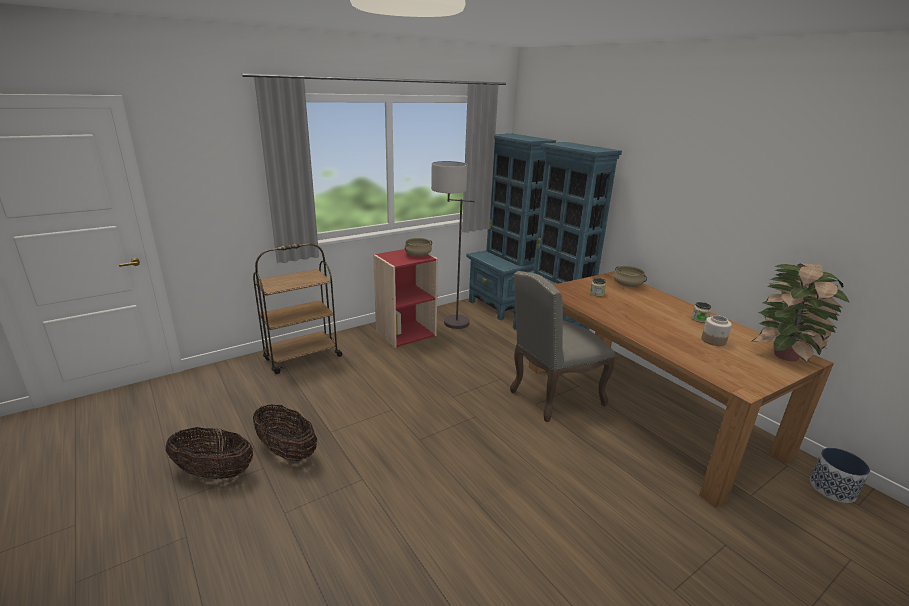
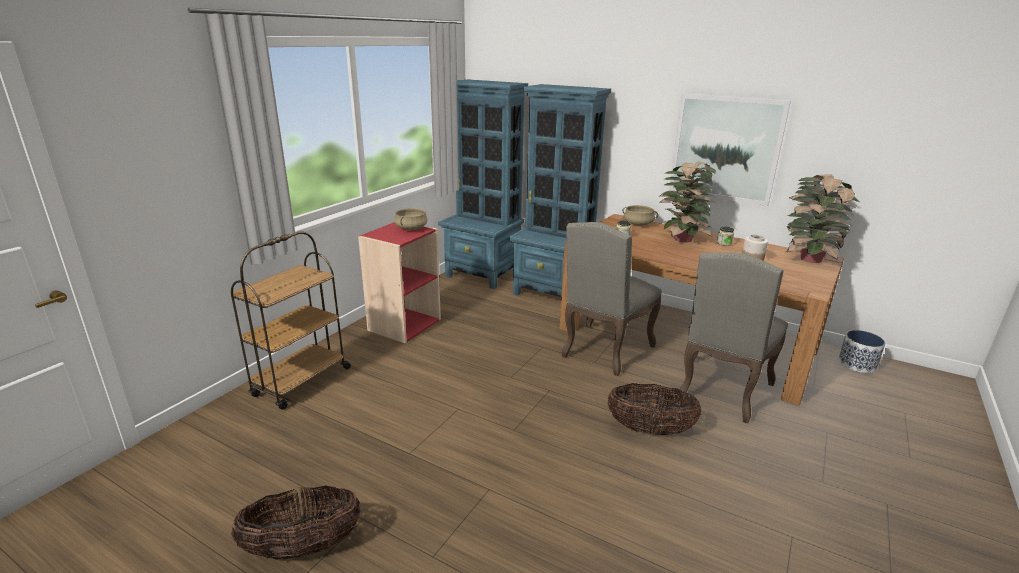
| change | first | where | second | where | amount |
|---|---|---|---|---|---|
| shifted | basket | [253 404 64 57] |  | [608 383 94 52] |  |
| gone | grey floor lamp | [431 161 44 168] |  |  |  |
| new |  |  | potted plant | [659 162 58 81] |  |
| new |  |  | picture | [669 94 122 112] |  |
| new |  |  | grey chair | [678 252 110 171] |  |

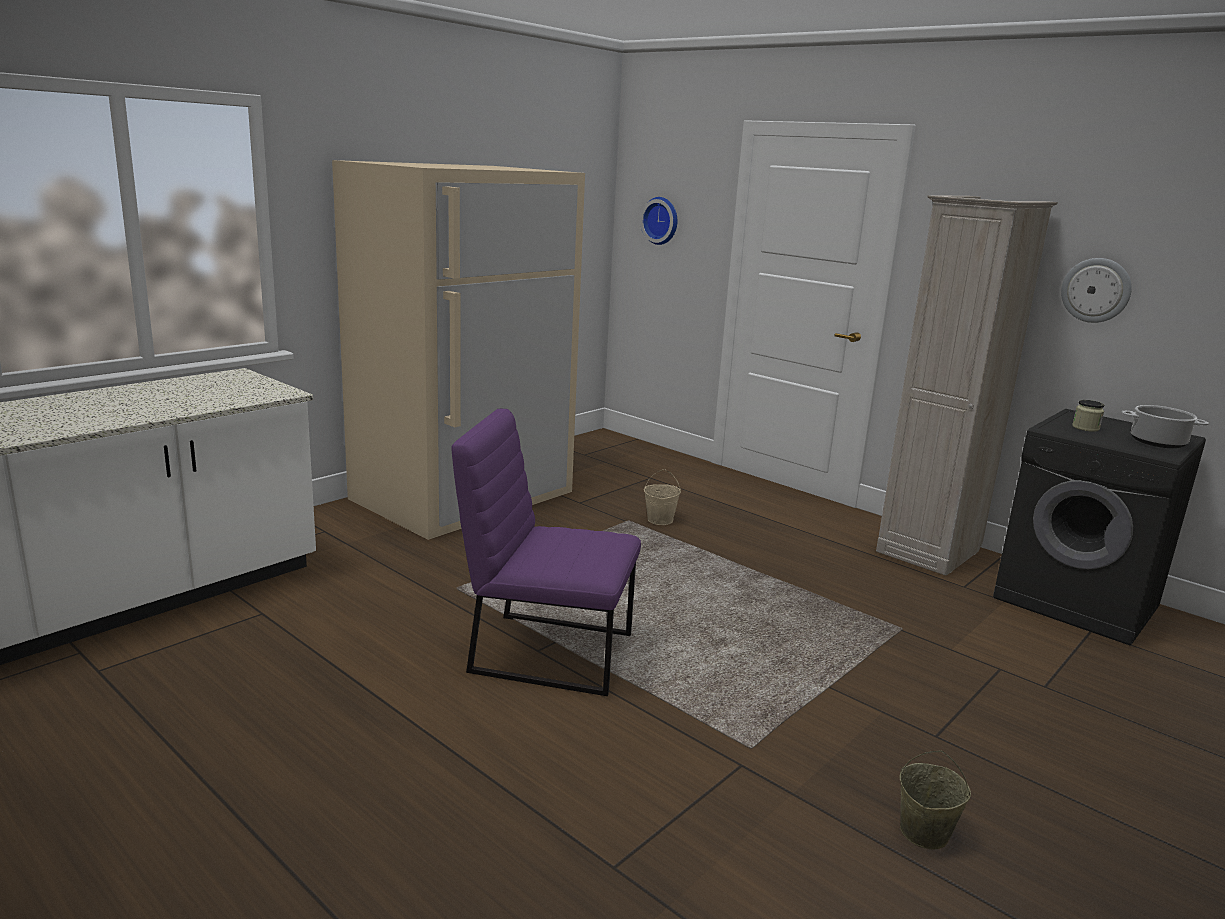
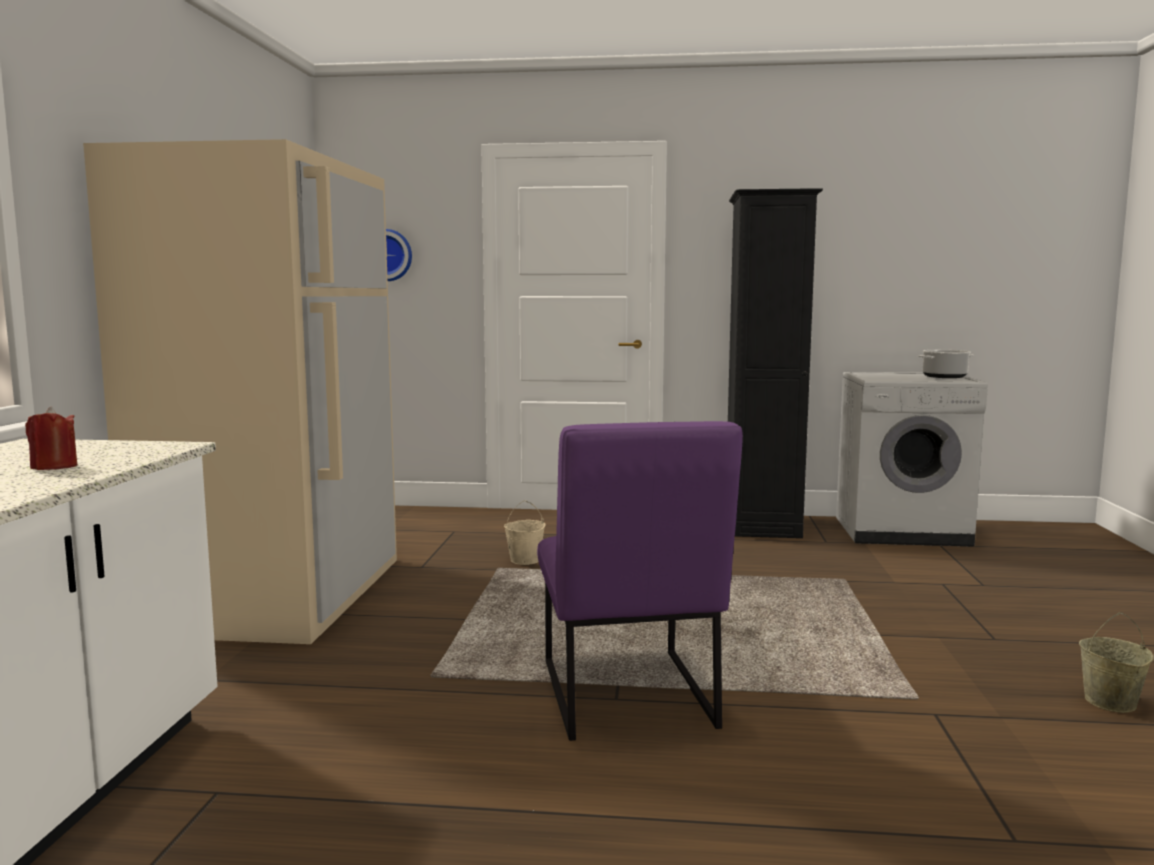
| change | first | where | second | where | amount |
|---|---|---|---|---|---|
| rotated | purple chair | [451 409 190 287] |  | [537 421 206 320] | 75 degrees counterclockwise |
| repainted | beige cabinet | [876 195 182 381] | black cabinet | [728 188 95 350] |  |
| repainted | black washing machine | [993 409 213 237] | white washing machine | [836 372 152 175] |  |
| gone | wall clock | [1061 258 71 65] |  |  |  |
| gone | jar | [1072 400 32 32] |  |  |  |
| new |  |  | red candle | [25 406 53 64] |  |

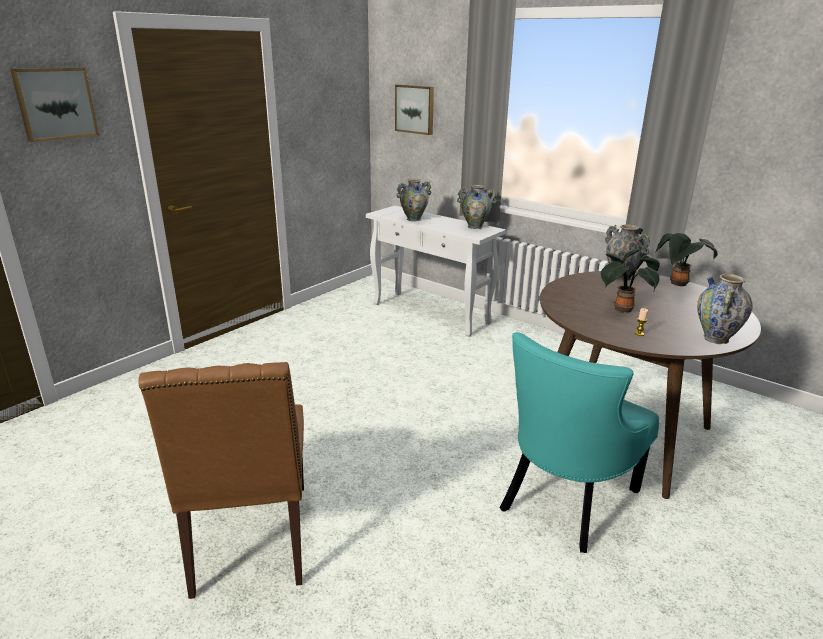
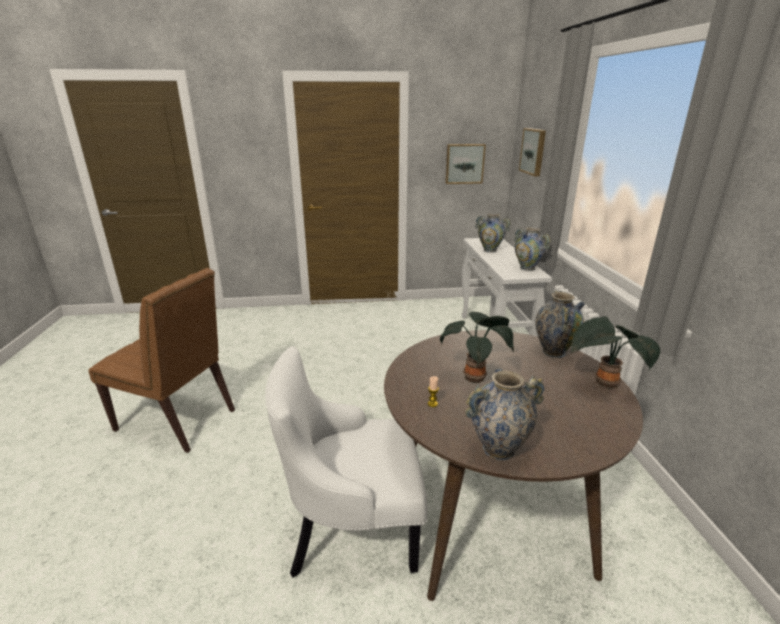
| change | first | where | second | where | amount |
|---|---|---|---|---|---|
| shifted | picture | [10 67 89 75] |  | [445 144 41 40] |  |
| rotated | brown chair | [138 362 166 237] |  | [88 268 147 185] | 105 degrees counterclockwise |
| repainted | turquoise chair | [500 332 159 221] | white chair | [265 346 163 232] |  |

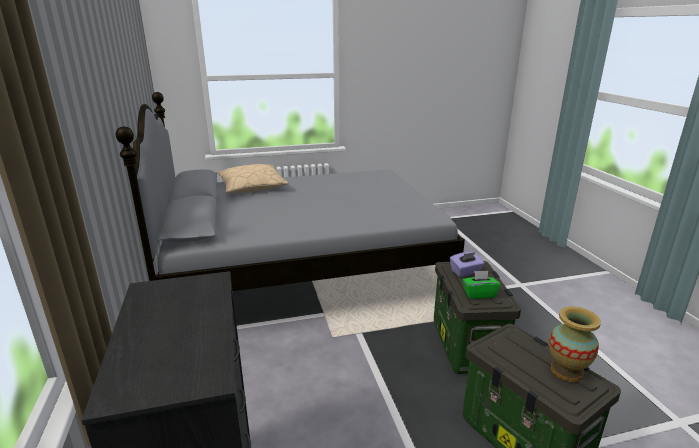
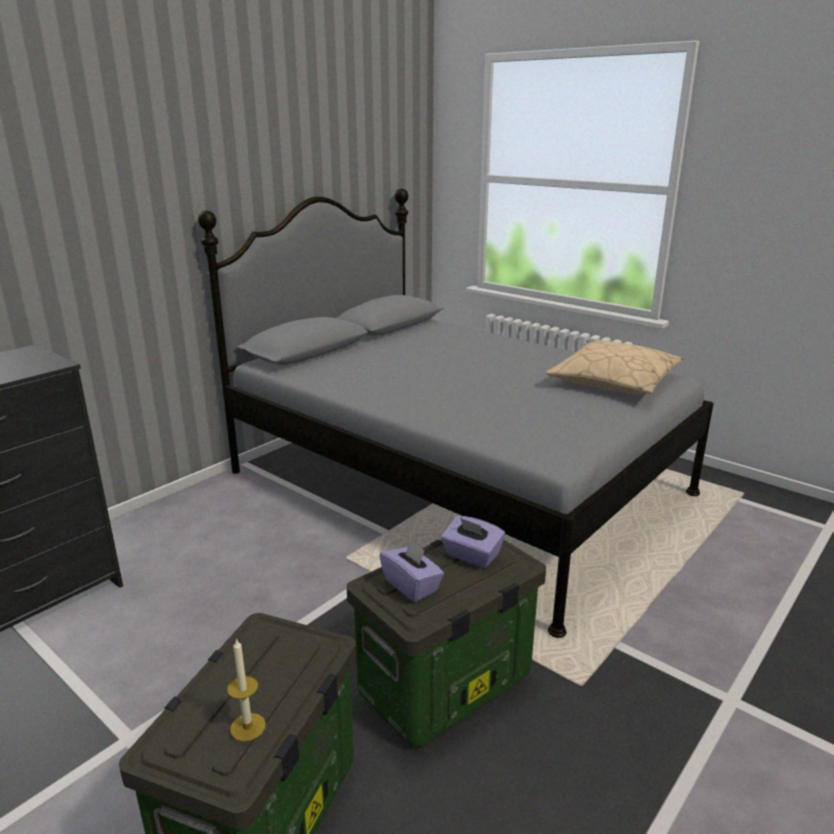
| change | first | where | second | where | amount |
|---|---|---|---|---|---|
| shifted | beige pillow | [217 164 71 29] |  | [546 341 137 53] |  |
| repainted | green tissue box | [462 271 39 28] | purple tissue box | [380 539 64 63] |  |
| swapped | vase | [549 306 52 76] | candle | [227 638 39 104] |  |

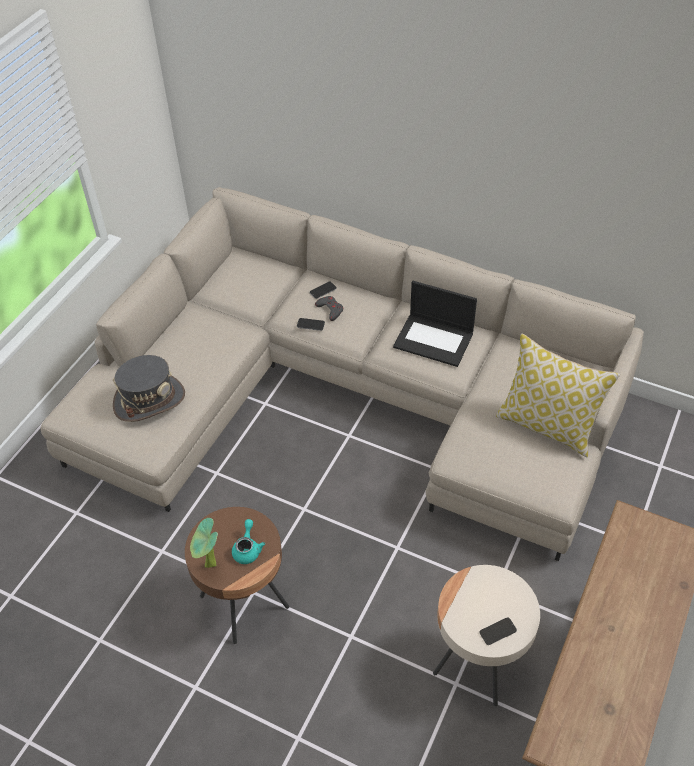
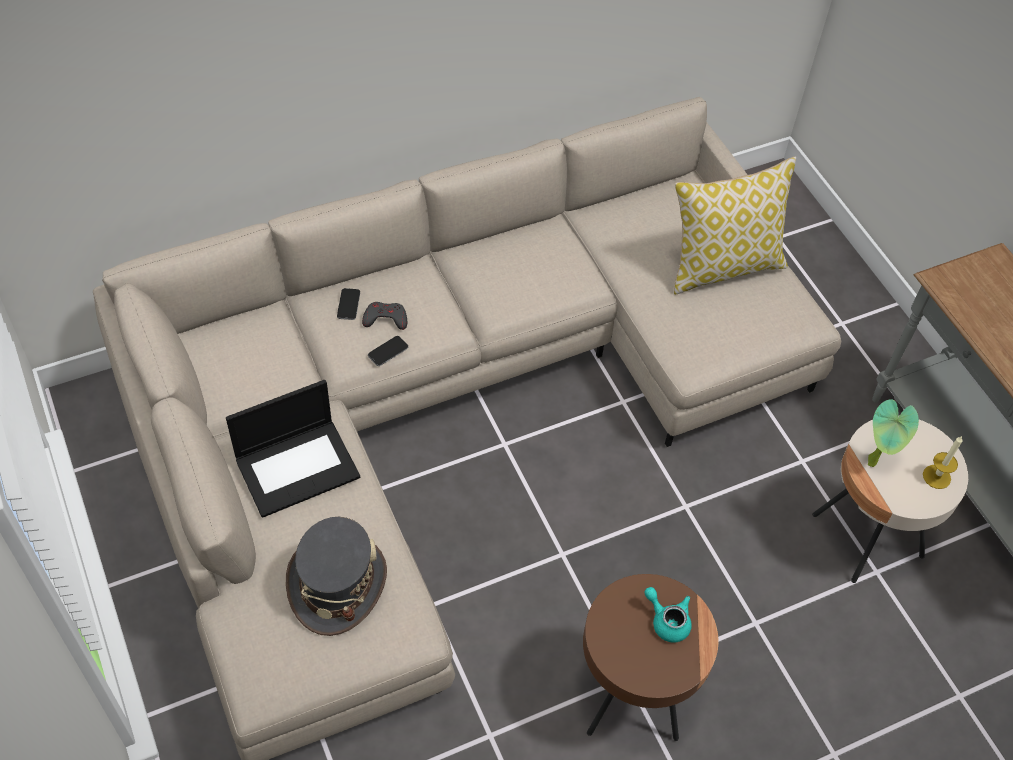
| change | first | where | second | where | amount |
|---|---|---|---|---|---|
| shifted | potted plant | [190 518 28 50] |  | [868 399 51 68] |  |
| shifted | laptop | [393 281 84 86] |  | [226 380 134 138] |  |
| swapped | phone | [479 617 38 28] | candle | [923 436 40 53] |  |

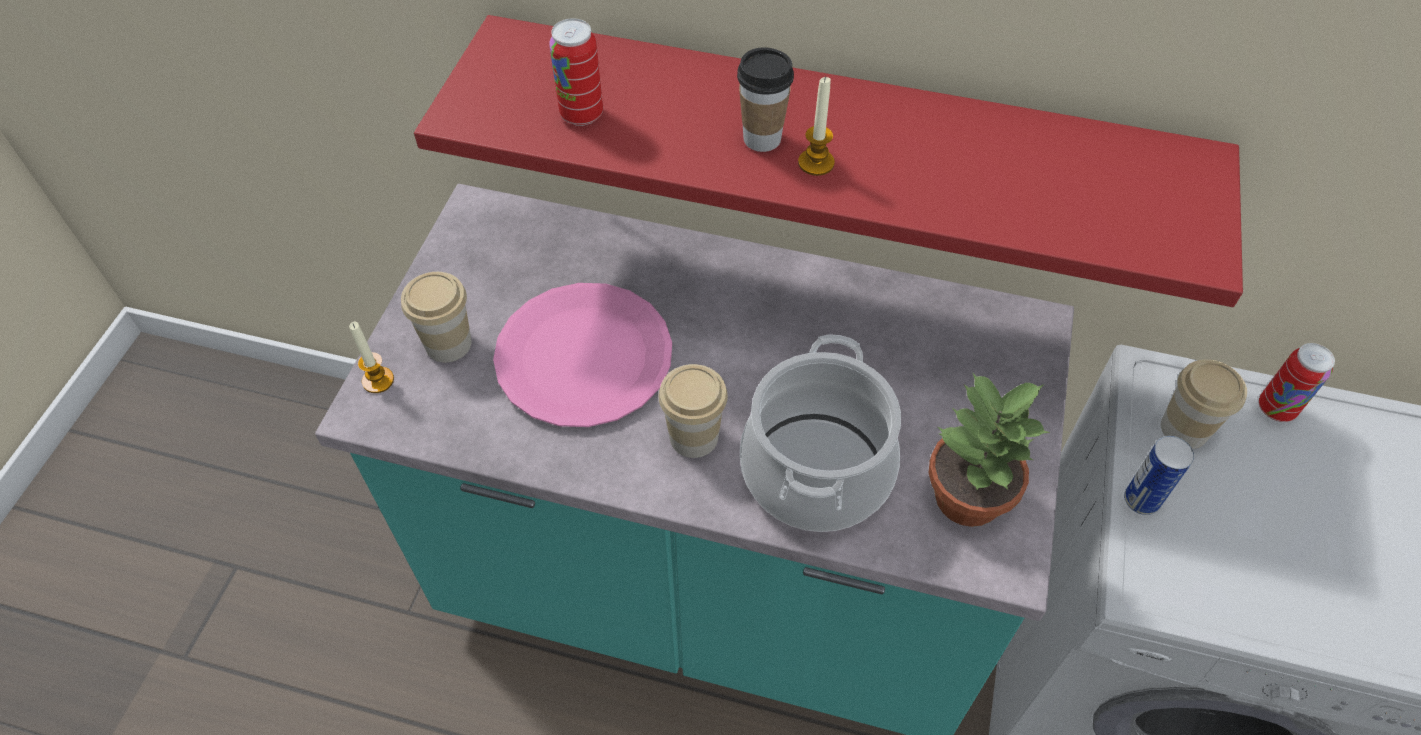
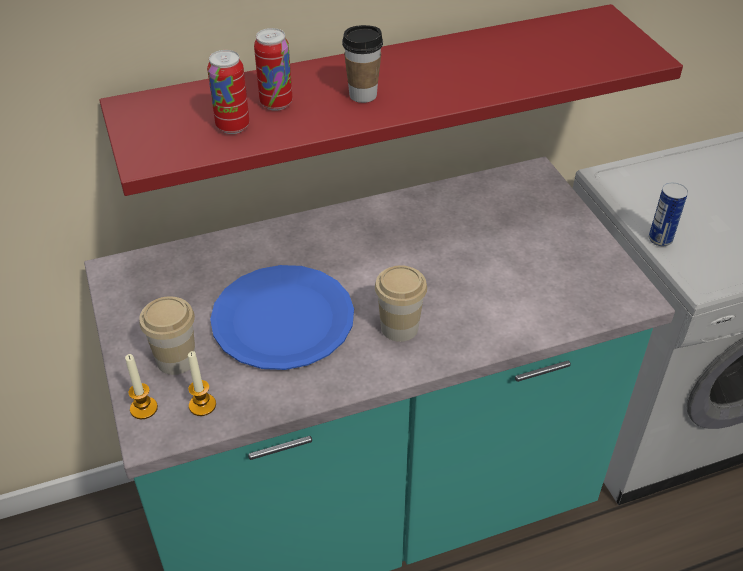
| change | first | where | second | where | amount |
|---|---|---|---|---|---|
| repainted | pink plate | [493 283 179 144] | blue plate | [210 265 144 105] |  |
| gone | cooking pot | [740 334 161 198] |  |  |  |
| shifted | candle | [798 76 37 100] |  | [188 351 28 65] |  |
| gone | potted plant | [929 373 121 154] |  |  |  |
| gone | cup | [1161 359 86 90] |  |  |  |
| shifted | can | [1259 343 76 79] |  | [254 28 39 83] |  |

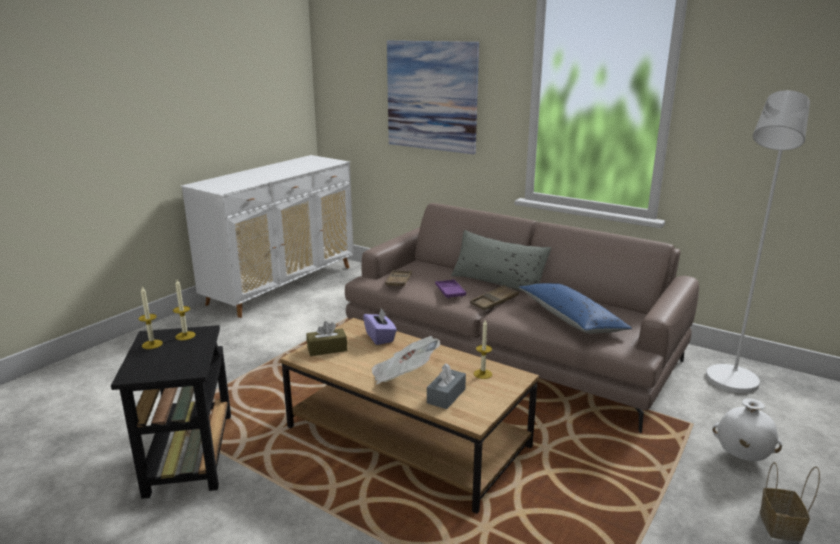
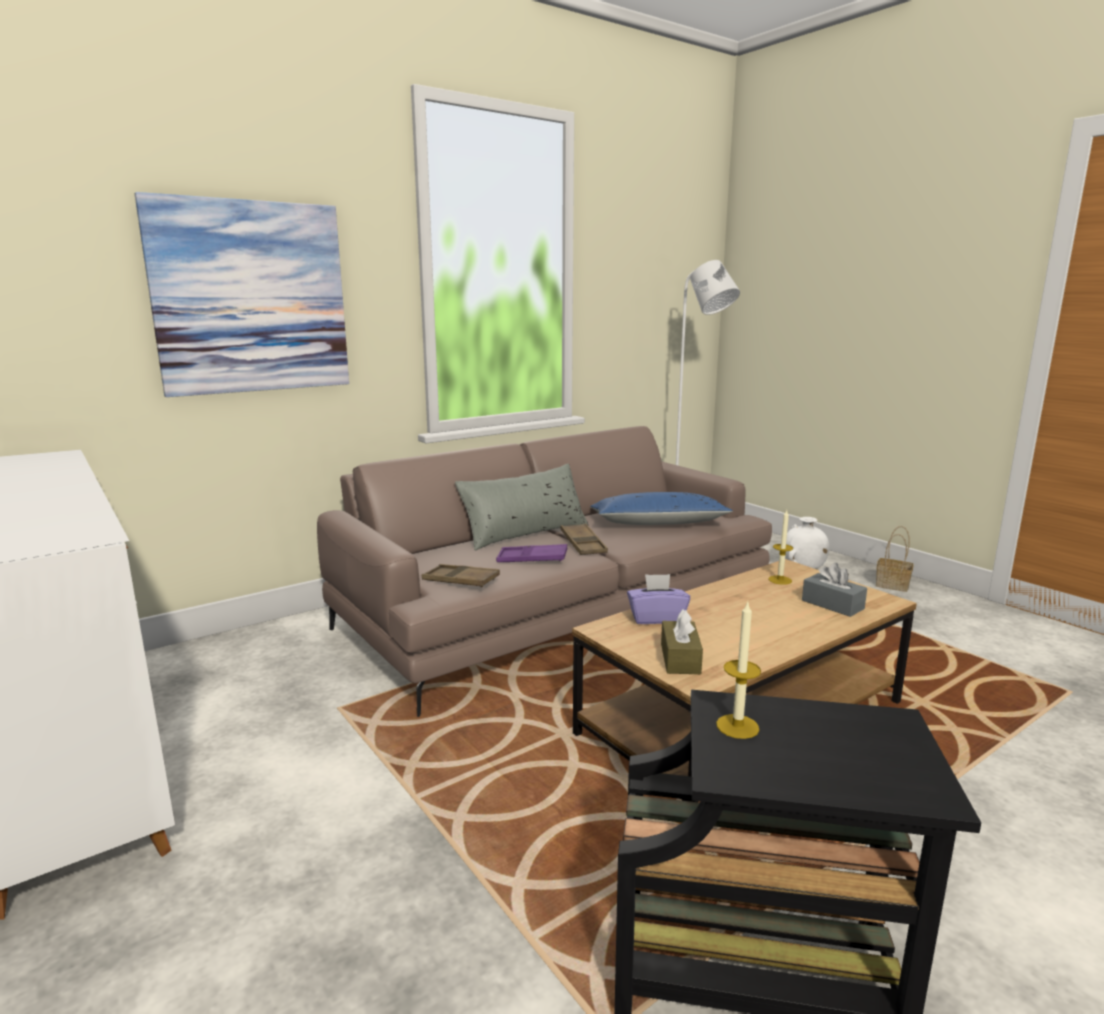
| change | first | where | second | where | amount |
|---|---|---|---|---|---|
| gone | candle | [139 287 24 62] |  |  |  |
| gone | newspaper | [372 336 68 48] |  |  |  |

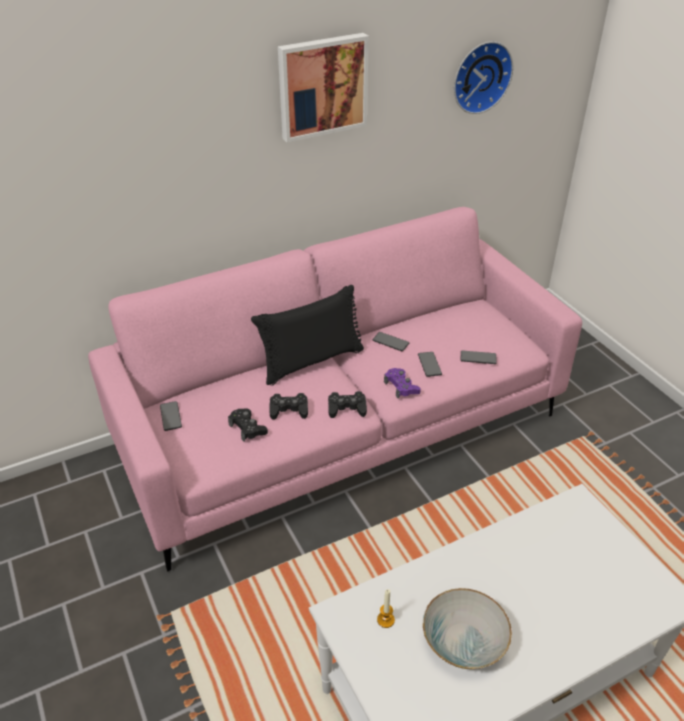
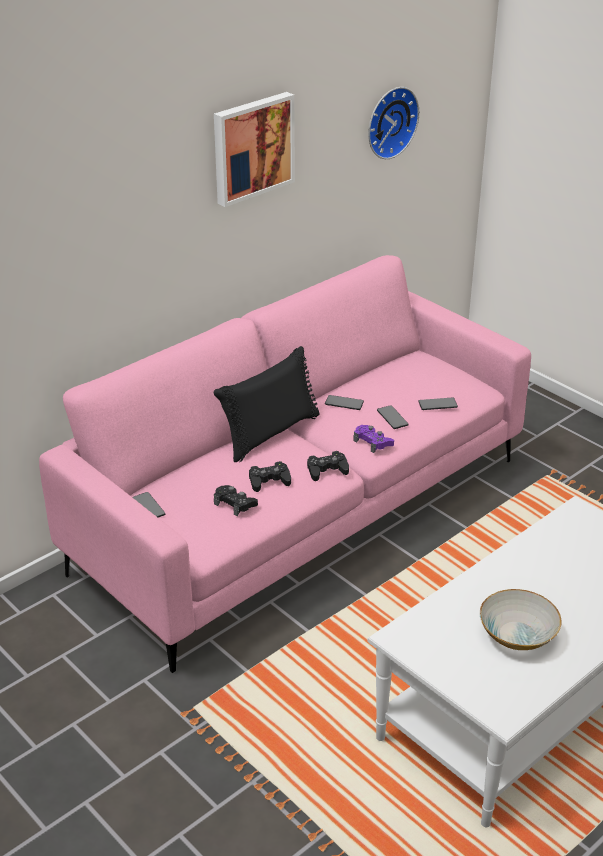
| change | first | where | second | where | amount |
|---|---|---|---|---|---|
| gone | candle | [377 589 18 39] |  |  |  |

